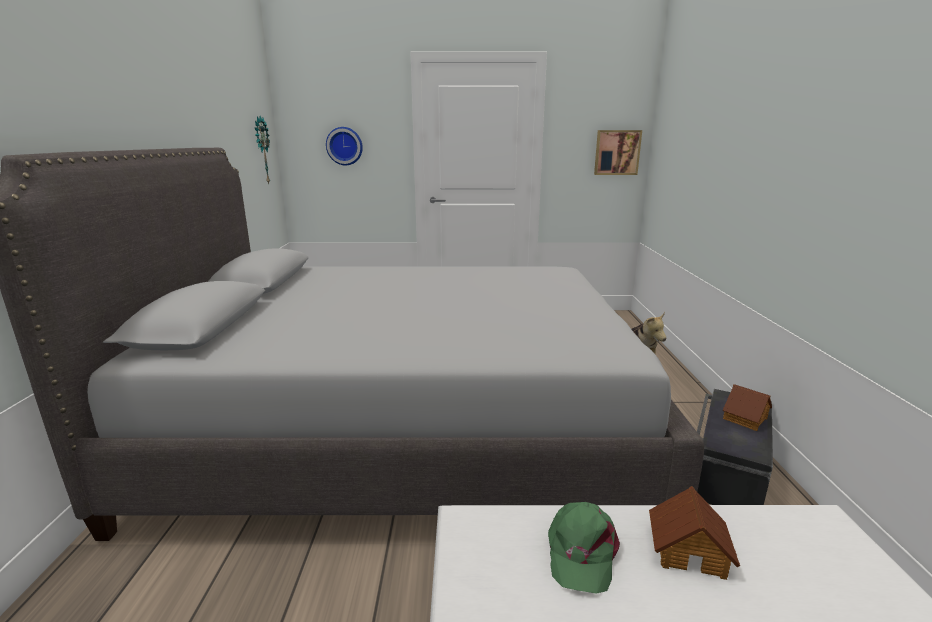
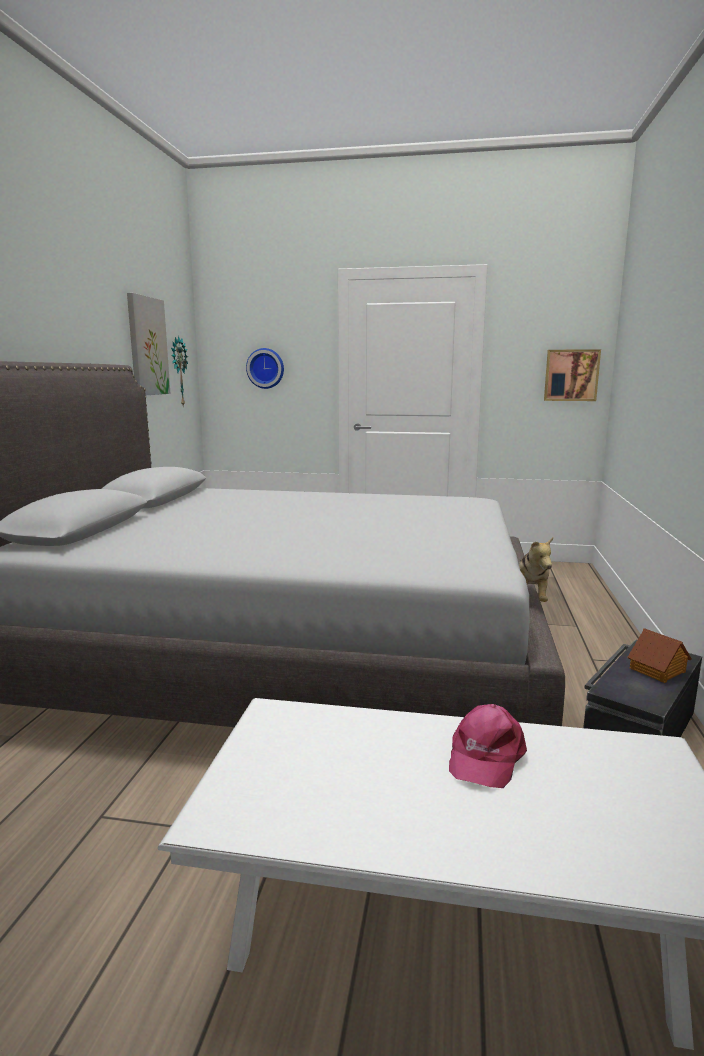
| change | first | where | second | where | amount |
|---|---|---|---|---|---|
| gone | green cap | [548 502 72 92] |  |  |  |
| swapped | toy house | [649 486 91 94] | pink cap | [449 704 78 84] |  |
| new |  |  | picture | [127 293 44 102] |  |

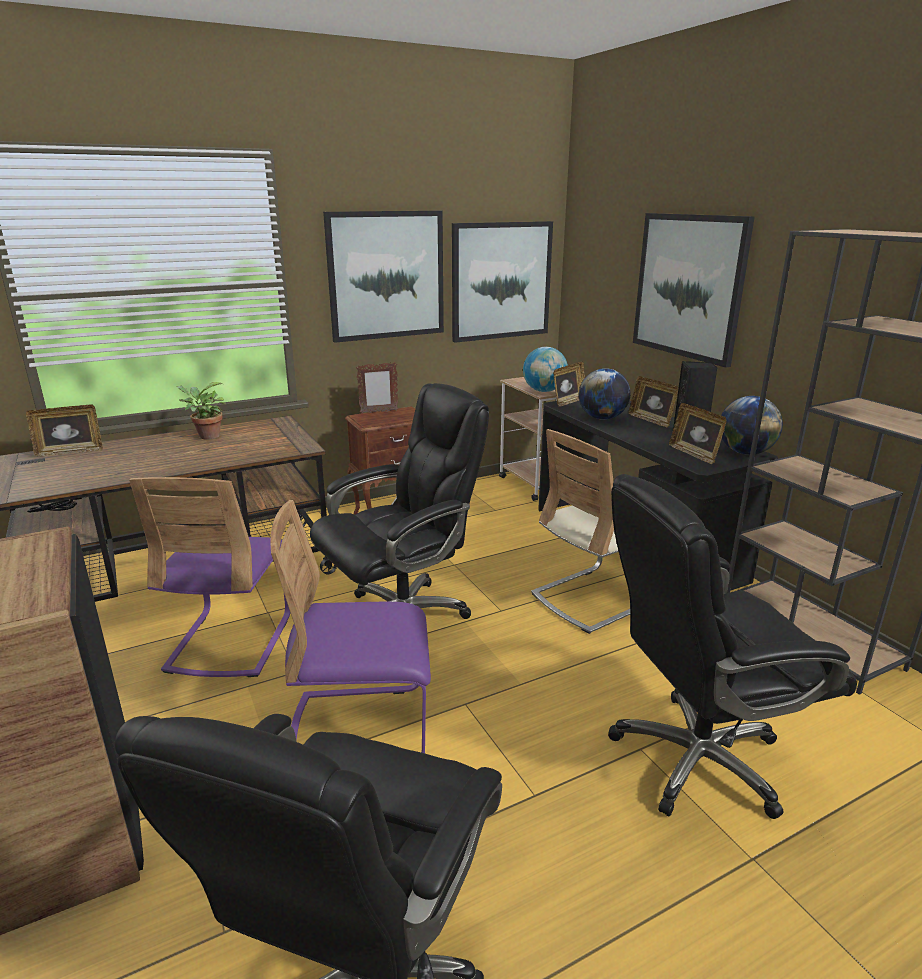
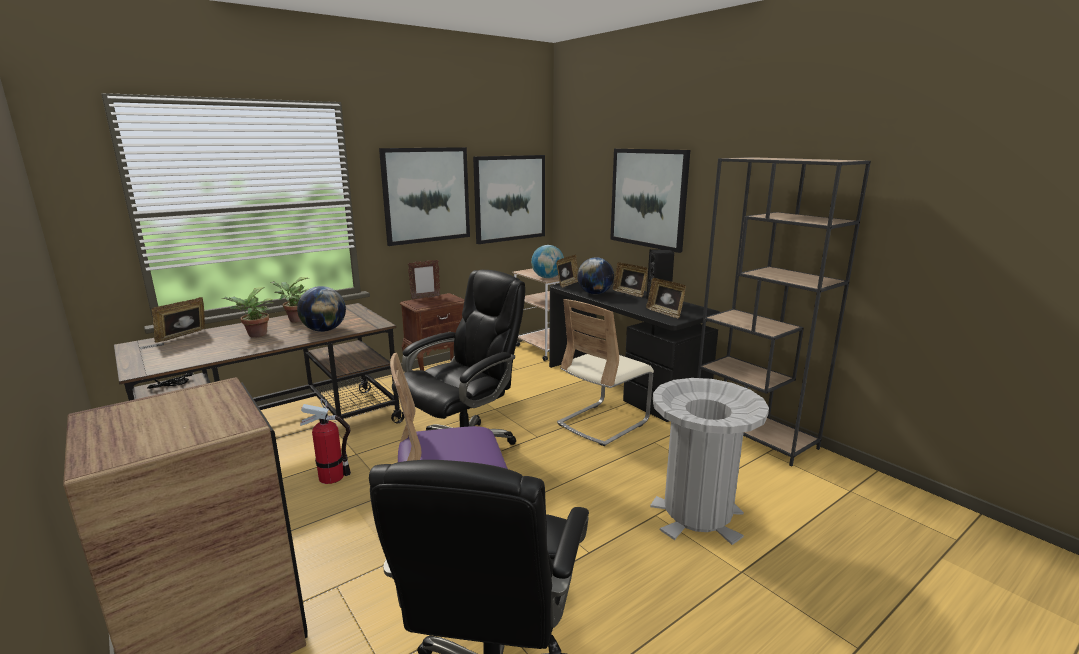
| change | first | where | second | where | amount |
|---|---|---|---|---|---|
| rotated | picture frame | [26 405 77 51] |  | [152 297 53 46] | 150 degrees clockwise |
| swapped | purple chair | [129 477 161 200] | fire extinguisher | [300 398 51 86] |  |
| swapped | black office chair | [608 474 249 345] | grey trash can | [650 378 119 167] |  |
| shifted | globe | [721 396 62 59] |  | [297 286 49 46] |  |
| new |  |  | potted plant | [222 287 52 51] |  |

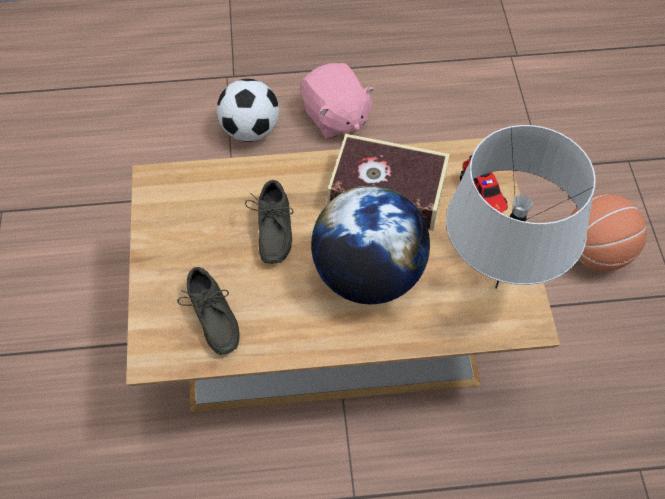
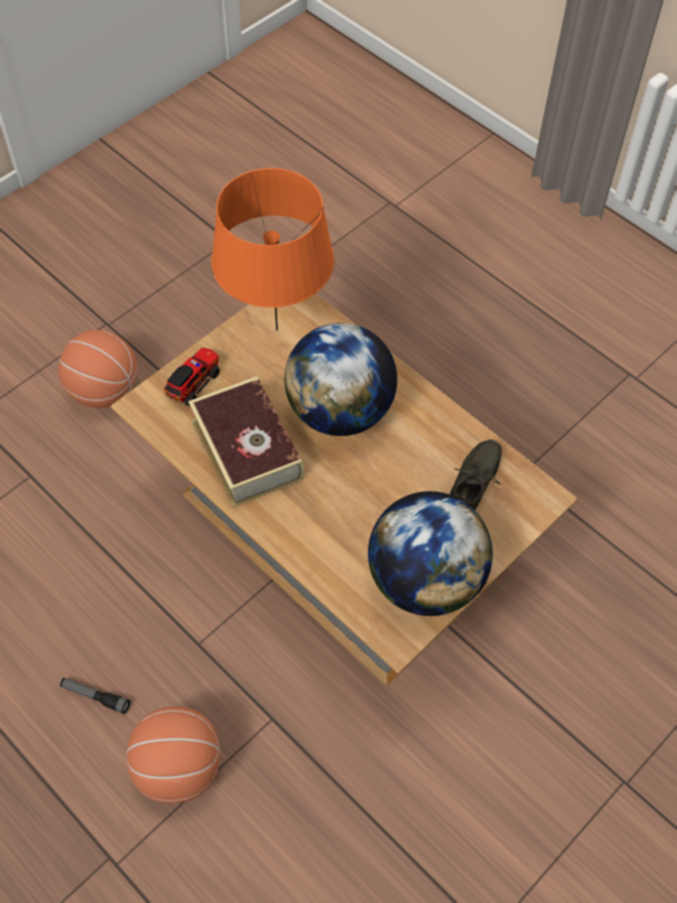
| change | first | where | second | where | amount |
|---|---|---|---|---|---|
| swapped | football | [217 79 62 63] | basketball | [126 706 95 97] |  |
| gone | grey shoe | [245 180 48 84] |  |  |  |
| swapped | pink plush toy | [301 63 74 76] | flashlight | [60 678 71 36] |  |
| repainted | grey table lamp | [446 125 150 164] | orange table lamp | [211 168 123 162] |  |
| new |  |  | globe | [368 491 125 125] |  |

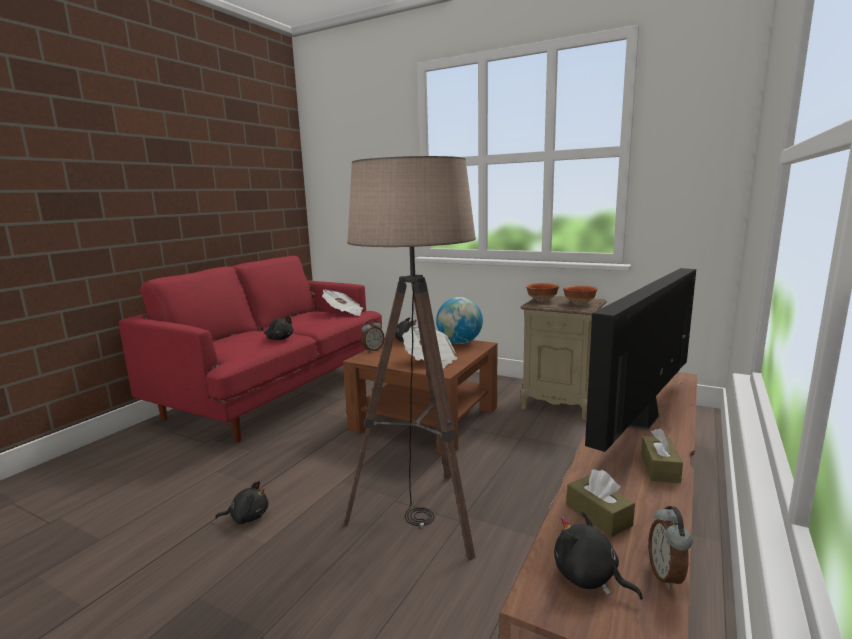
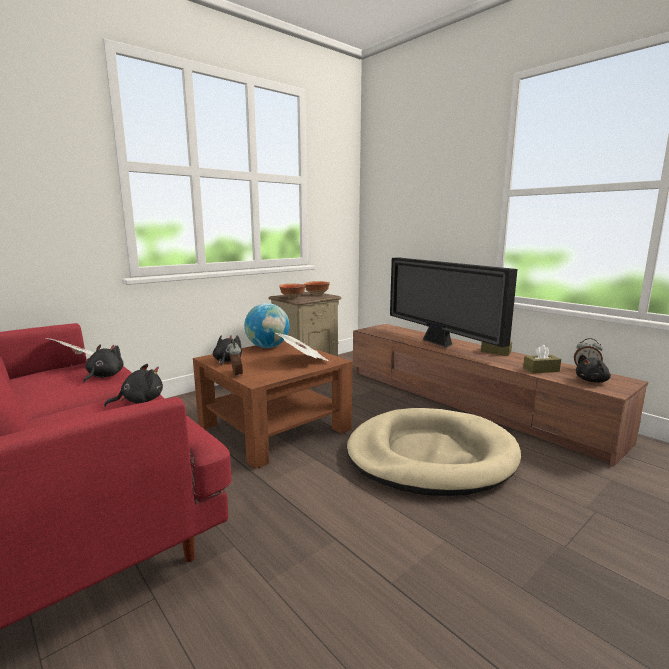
| change | first | where | second | where | amount |
|---|---|---|---|---|---|
| shifted | black plush toy | [215 481 54 43] |  | [83 345 41 38] |  |
| swapped | floor lamp | [344 156 132 405] | beige dog bed | [347 408 174 88] |  |

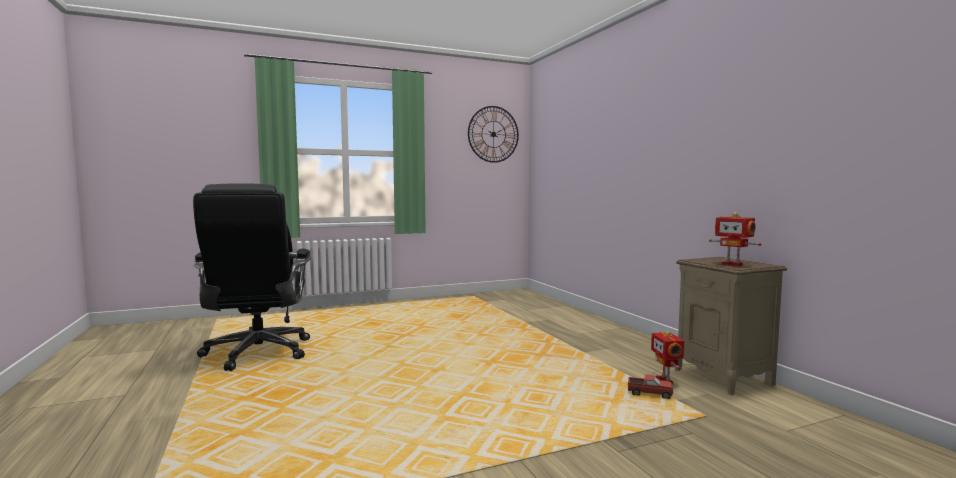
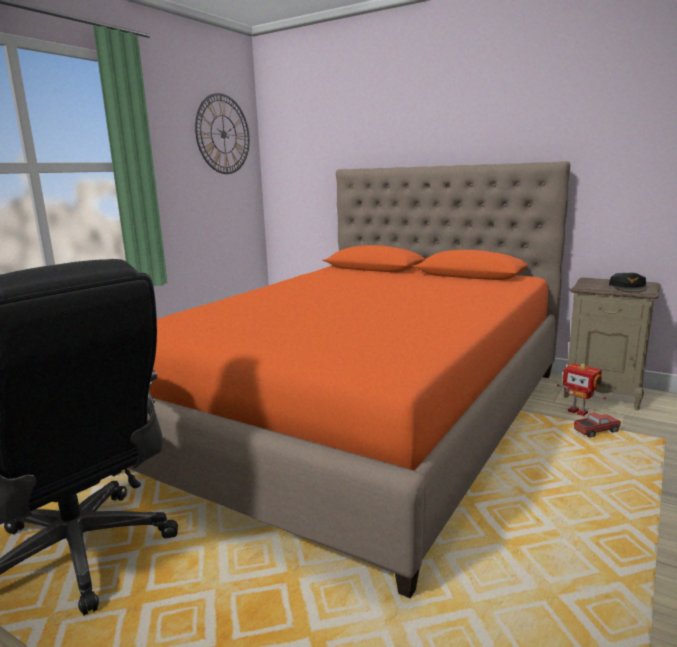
| change | first | where | second | where | amount |
|---|---|---|---|---|---|
| swapped | toy robot | [709 212 52 54] | black cap | [609 273 38 19] |  |
| new |  |  | orange bed | [111 161 460 438] |  |

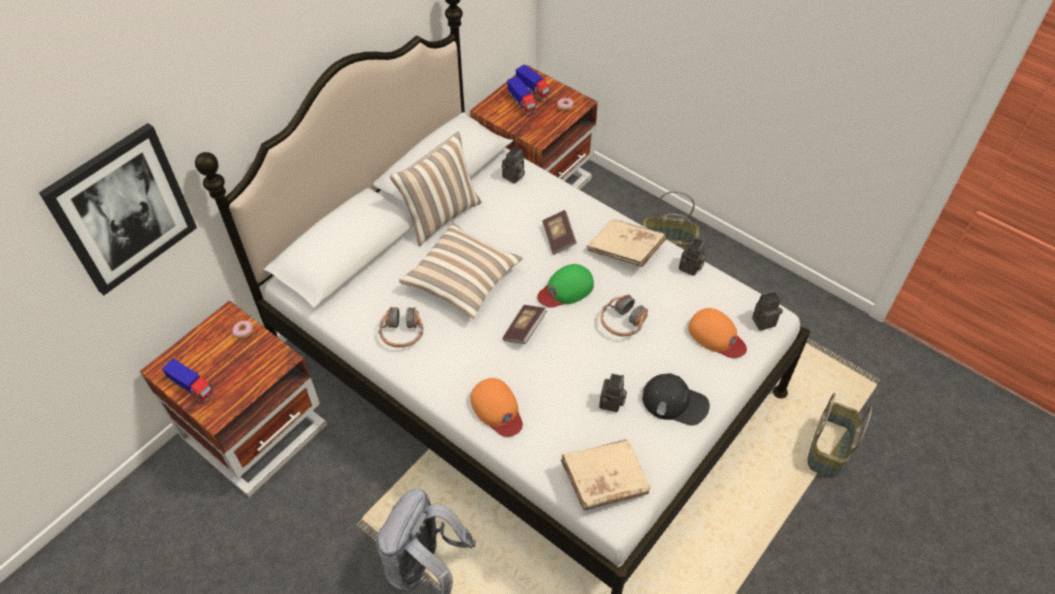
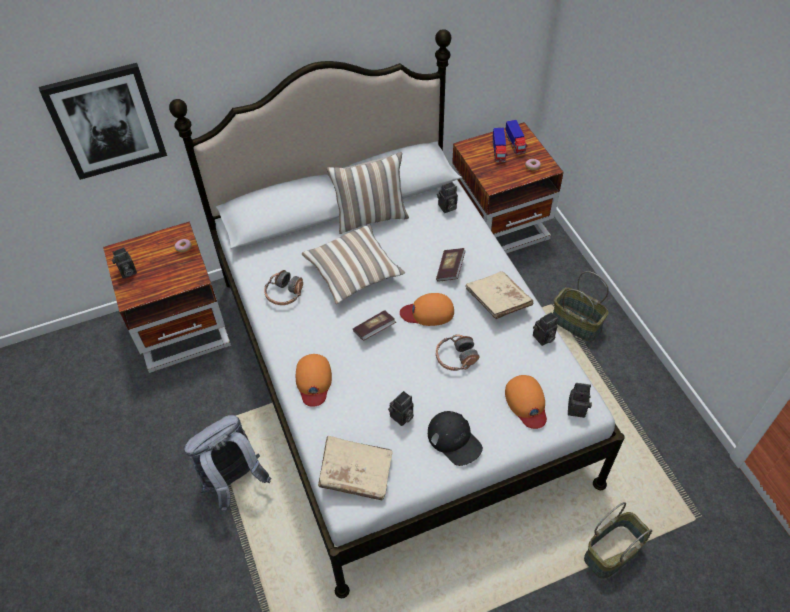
| change | first | where | second | where | amount |
|---|---|---|---|---|---|
| swapped | toy truck | [162 358 52 44] | photo camera | [112 247 25 32] |  |
| repainted | green cap | [537 264 57 43] | orange cap | [400 293 54 33] |  |

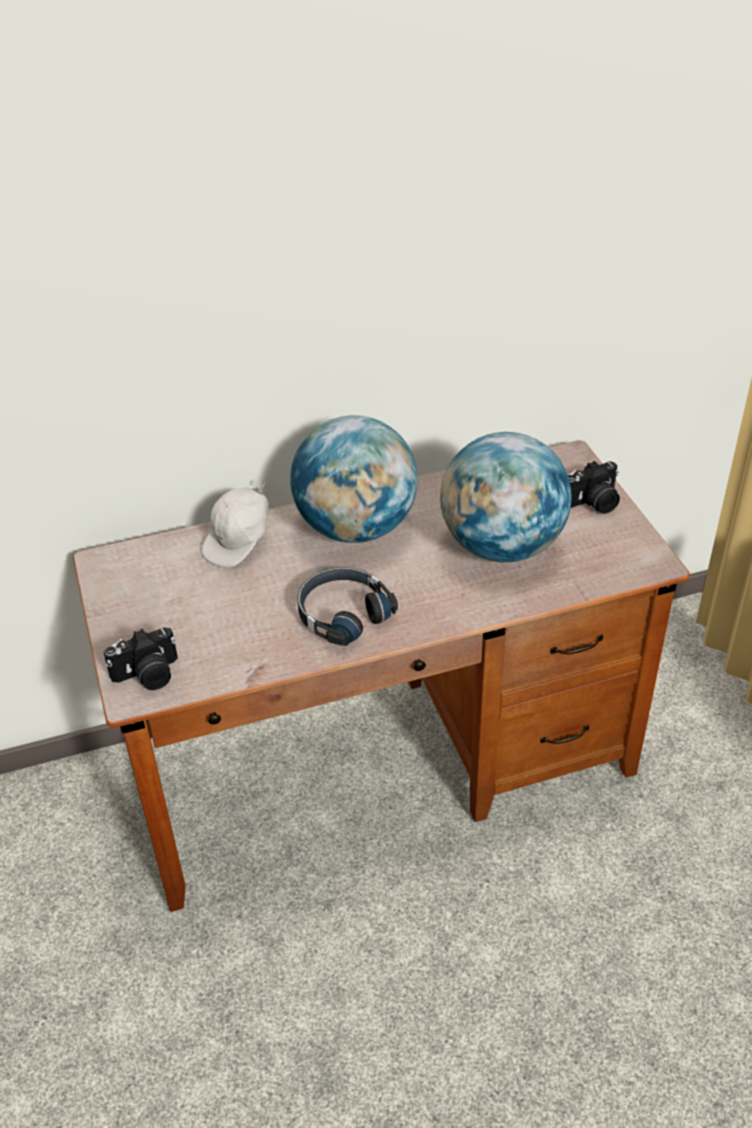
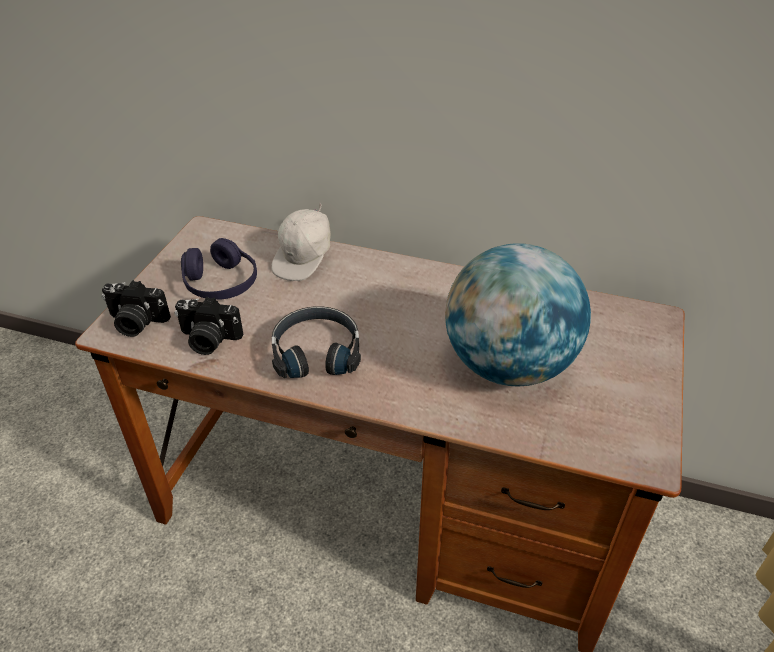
| change | first | where | second | where | amount |
|---|---|---|---|---|---|
| rotated | white cap | [202 479 67 89] |  | [271 204 60 77] | 45 degrees counterclockwise |
| gone | globe | [290 415 128 128] |  |  |  |
| shifted | photo camera | [568 461 52 53] |  | [174 297 69 58] |  |
| new |  |  | purple headphones | [181 238 76 62] |  |

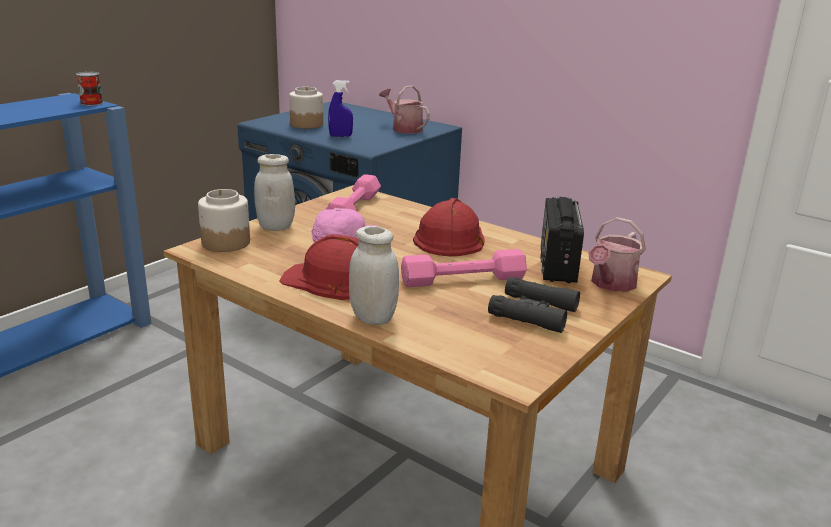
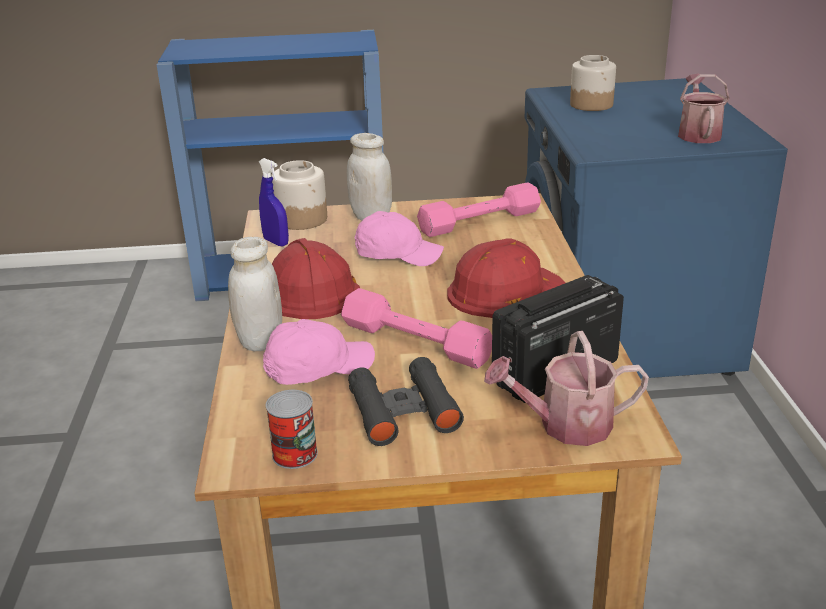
| change | first | where | second | where | amount |
|---|---|---|---|---|---|
| shifted | can | [76 72 27 34] |  | [266 390 52 79] |  |
| shifted | blue spray bottle | [328 80 25 57] |  | [259 158 30 89] |  |
| new |  |  | pink cap | [263 319 112 66] |  |

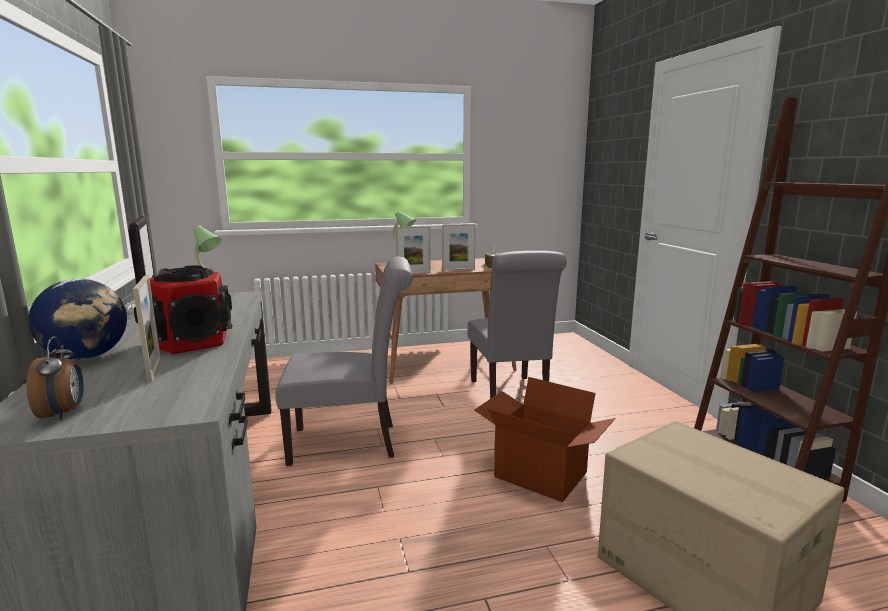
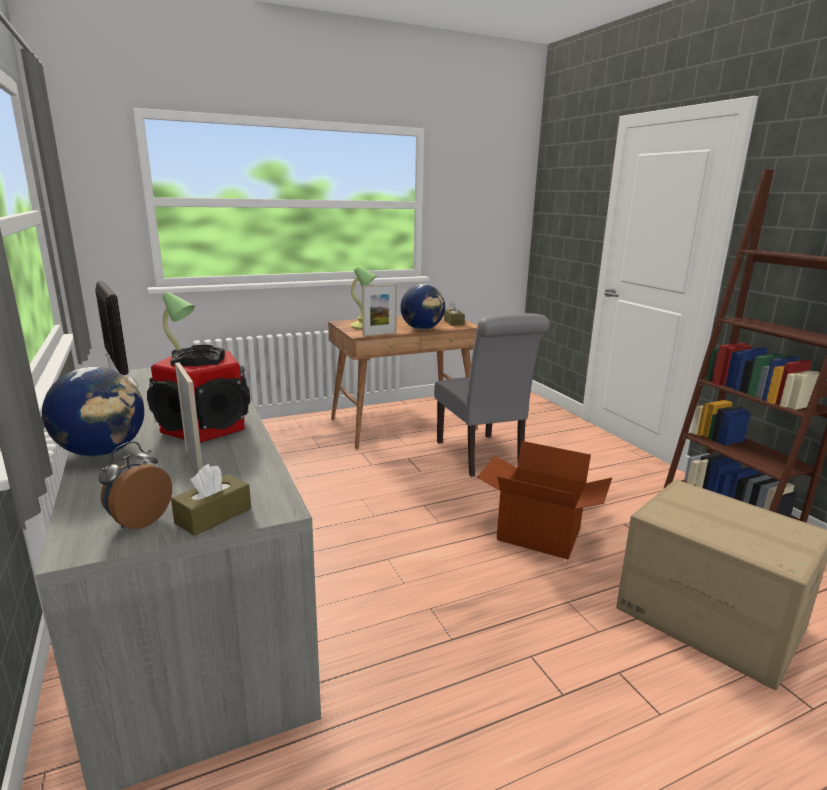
| change | first | where | second | where | amount |
|---|---|---|---|---|---|
| rotated | alarm clock | [26 336 58 84] |  | [98 441 74 88] | 120 degrees counterclockwise |
| gone | grey chair | [275 256 138 210] |  |  |  |
| swapped | picture frame | [442 224 34 47] | globe | [400 284 45 46] |  |
| new |  |  | brown tissue box | [171 464 80 72] |  |

